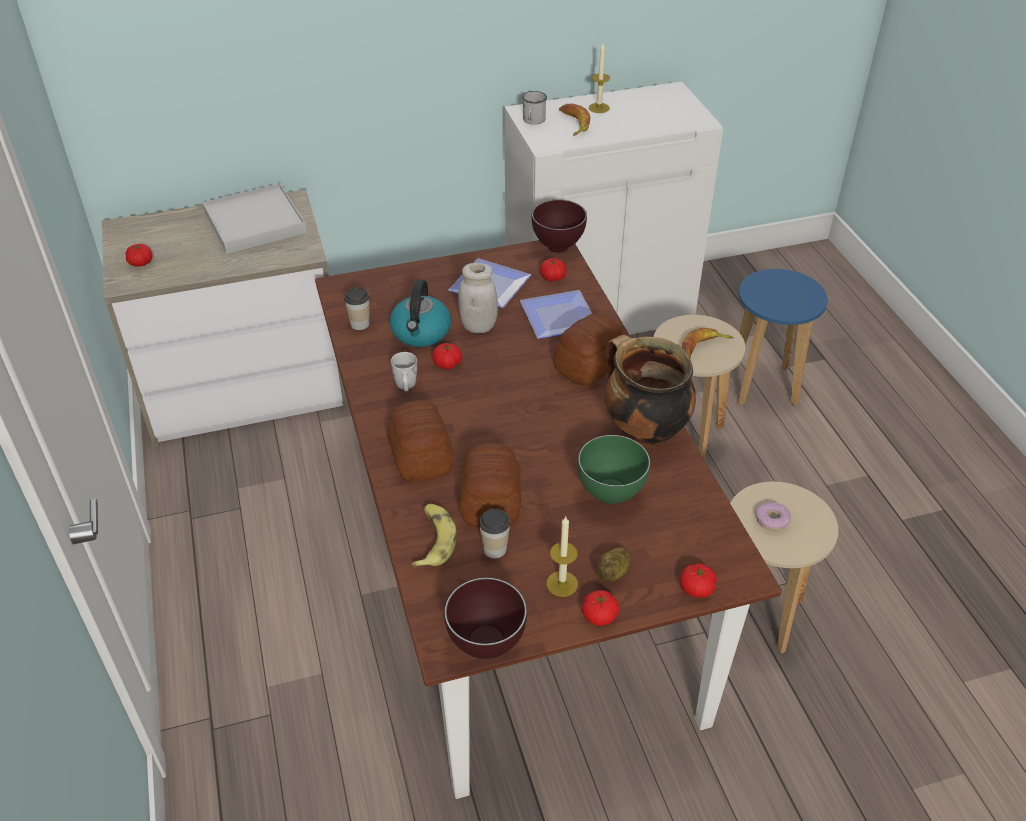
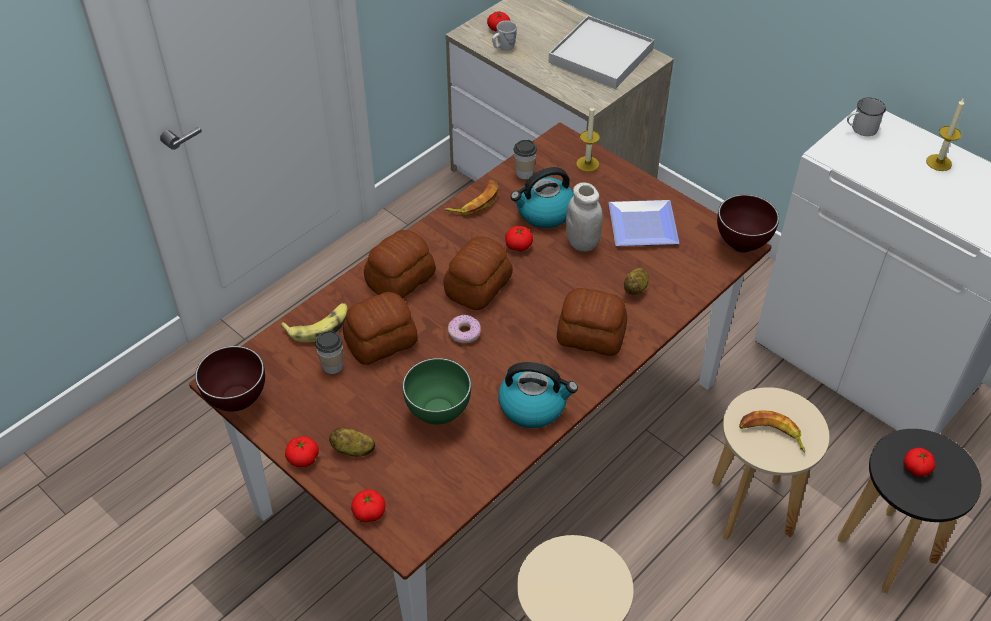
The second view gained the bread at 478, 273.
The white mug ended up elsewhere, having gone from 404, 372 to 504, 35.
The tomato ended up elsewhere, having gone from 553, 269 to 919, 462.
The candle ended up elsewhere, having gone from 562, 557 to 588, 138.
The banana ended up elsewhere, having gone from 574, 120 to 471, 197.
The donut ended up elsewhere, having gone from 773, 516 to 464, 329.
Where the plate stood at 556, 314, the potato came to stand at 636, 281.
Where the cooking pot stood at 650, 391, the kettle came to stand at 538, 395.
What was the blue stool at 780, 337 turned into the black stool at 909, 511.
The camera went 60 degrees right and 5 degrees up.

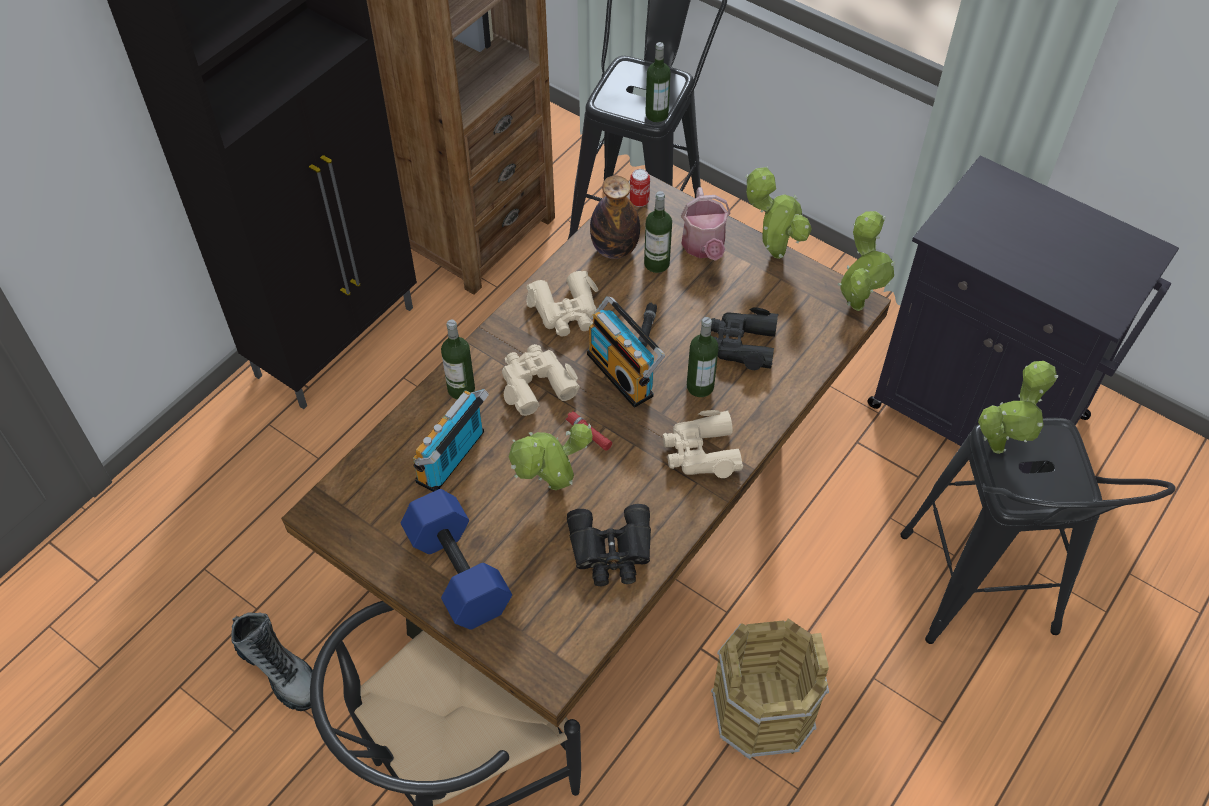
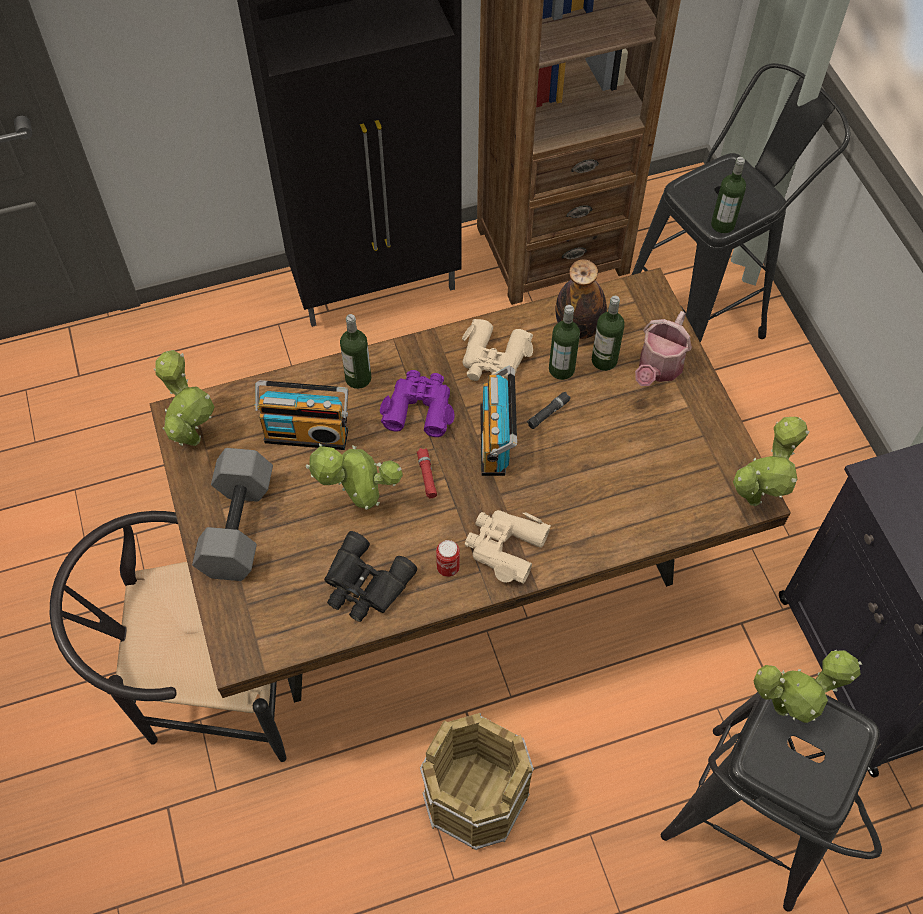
The second view lost the boot at 272, 661.
The second view lost the black binoculars at 745, 338.
The can ended up elsewhere, having gone from 640, 188 to 448, 558.
The bottle ended up elsewhere, having gone from 703, 357 to 564, 342.
The potted plant ended up elsewhere, having gone from 778, 212 to 184, 398.
What was the blue dumbbell at 456, 559 turned into the grey dumbbell at 232, 514.
What was the beige binoculars at 541, 380 turned into the purple binoculars at 417, 403.
The radio at 451, 440 ended up facing another way, 150 degrees counterclockwise from before.
The camera went 35 degrees right and 5 degrees up.

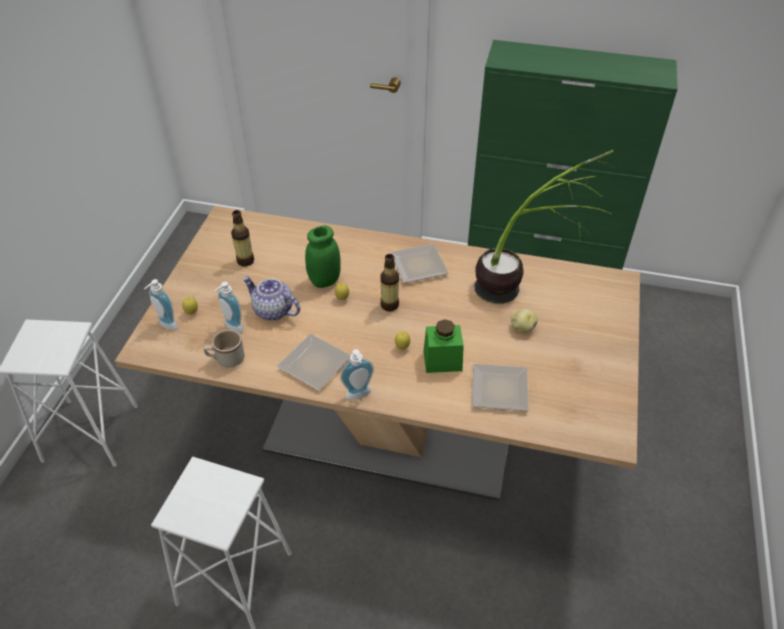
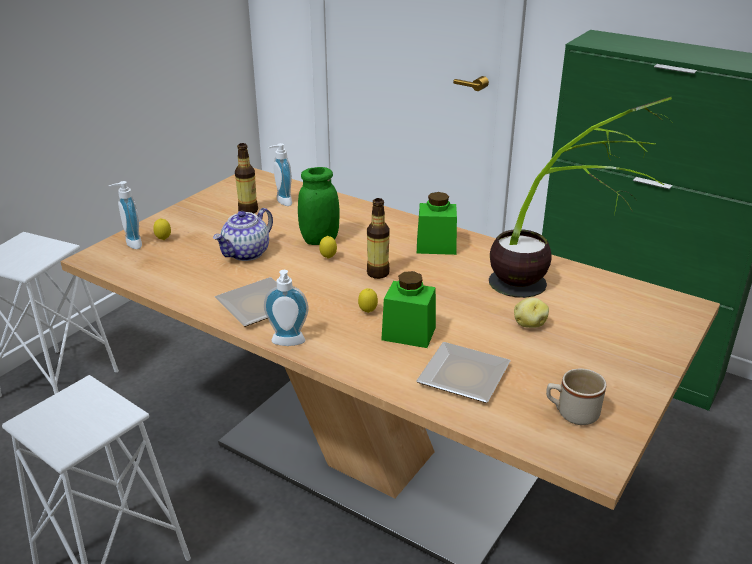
The beige mug ended up elsewhere, having gone from 224, 349 to 576, 397.
The soap dispenser ended up elsewhere, having gone from 229, 307 to 280, 174.
Where the plate stood at 419, 263, the green jar came to stand at 437, 223.
The teapot at 271, 298 ended up facing another way, 105 degrees counterclockwise from before.
The camera went 20 degrees right and 15 degrees down.

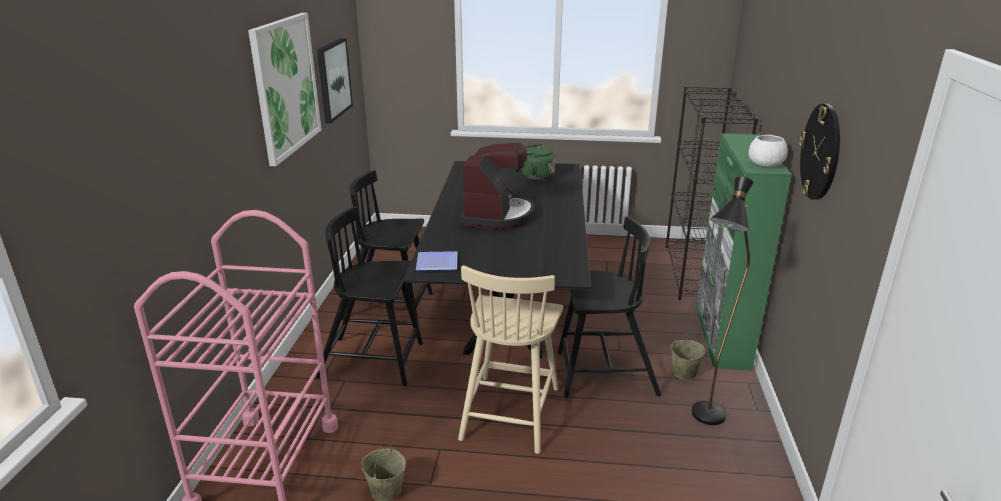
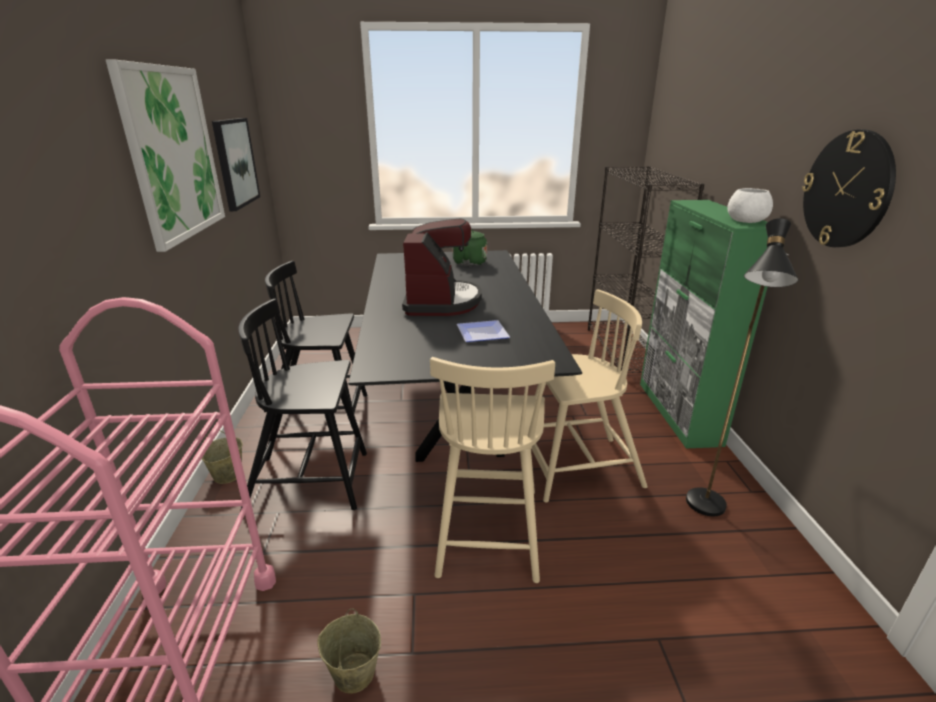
The plate ended up elsewhere, having gone from 436, 261 to 483, 331.
The beige bucket ended up elsewhere, having gone from 688, 356 to 222, 457.
What was the black chair at 609, 307 turned into the beige chair at 590, 396.
The camera went 10 degrees left and 0 degrees up.

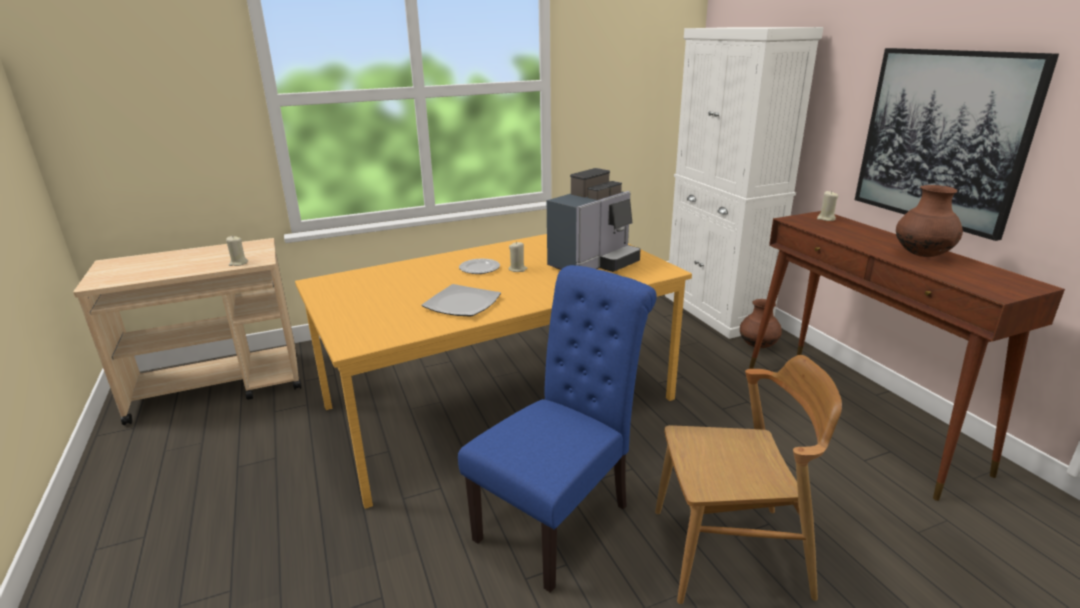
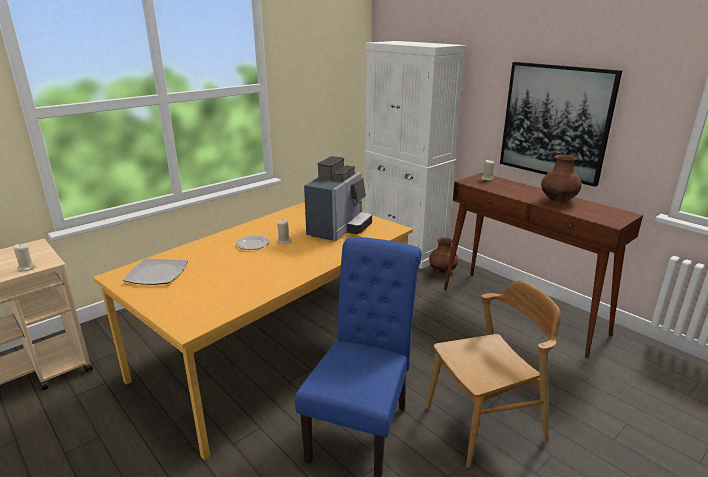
The plate ended up elsewhere, having gone from 461, 300 to 155, 271.
The camera went 20 degrees left and 0 degrees up.

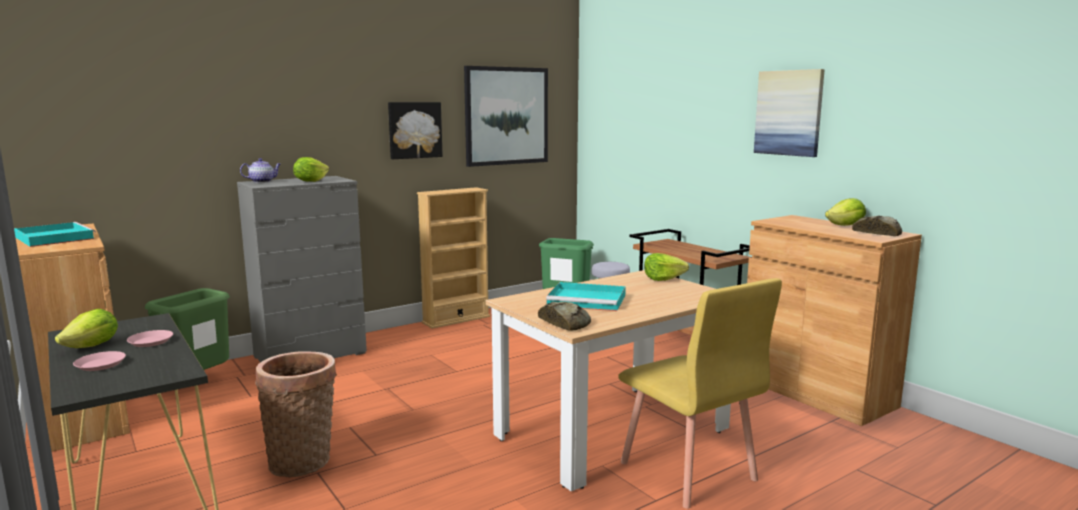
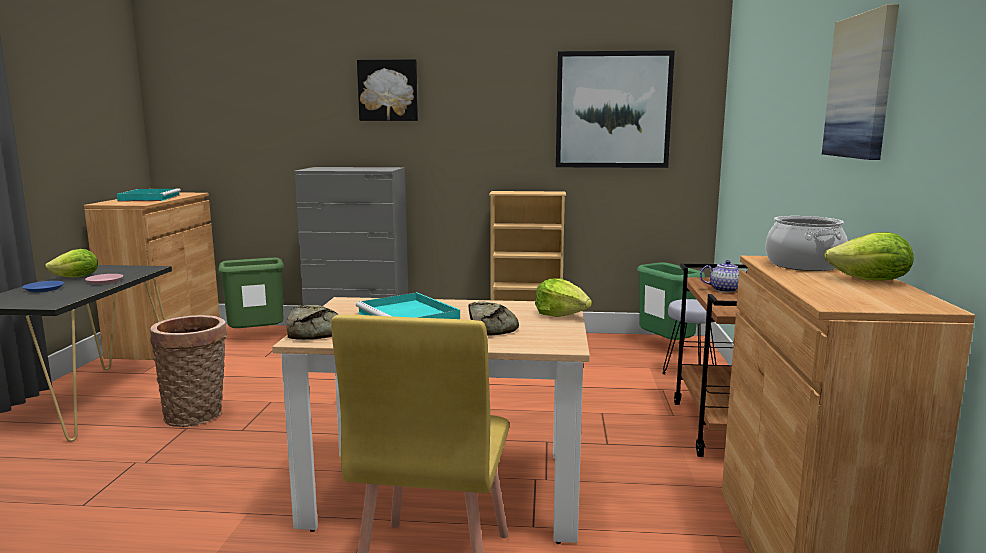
The second view lost the lettuce at 311, 169.
The second view gained the cooking pot at 806, 243.
The teapot ended up elsewhere, having gone from 260, 170 to 723, 276.
The picture ended up elsewhere, having gone from 415, 130 to 387, 90.
The bread ended up elsewhere, having gone from 877, 226 to 493, 318.
What was the pink plate at 99, 361 turned into the blue plate at 43, 286.
The camera went 40 degrees right and 0 degrees up.

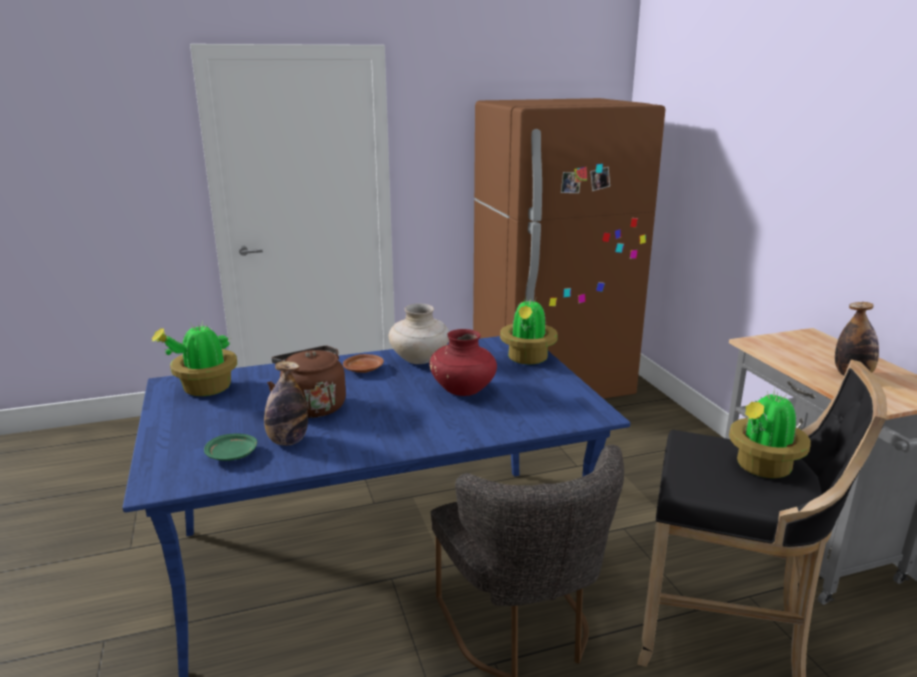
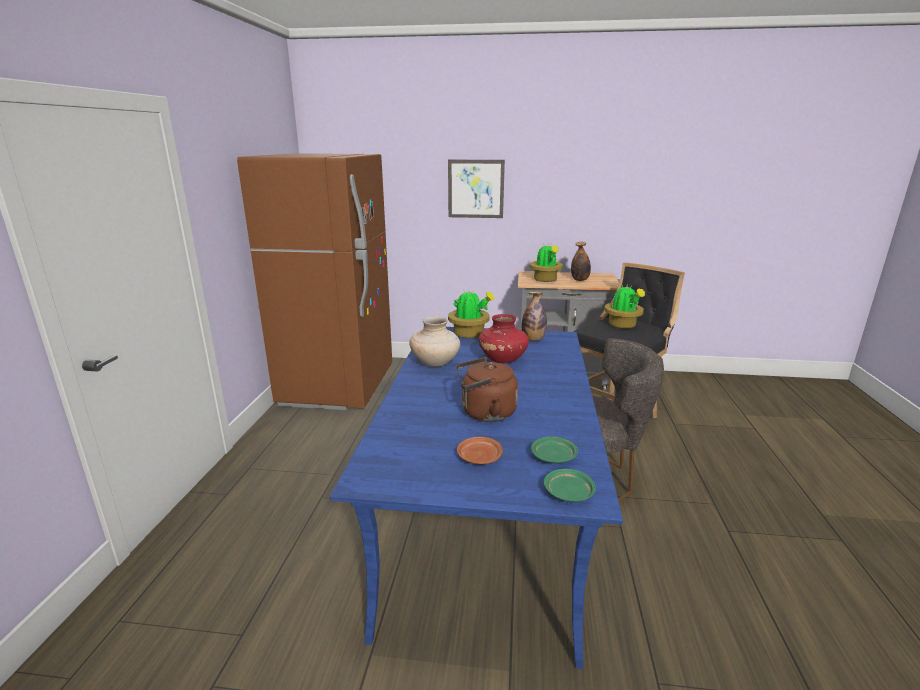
The second view gained the picture at 476, 189.
The second view gained the green plate at 570, 485.
The potted plant ended up elsewhere, having gone from 194, 357 to 546, 262.
The bottle ended up elsewhere, having gone from 286, 403 to 534, 316.
The brown plate ended up elsewhere, having gone from 363, 363 to 480, 450.
The camera went 65 degrees left and 0 degrees up.

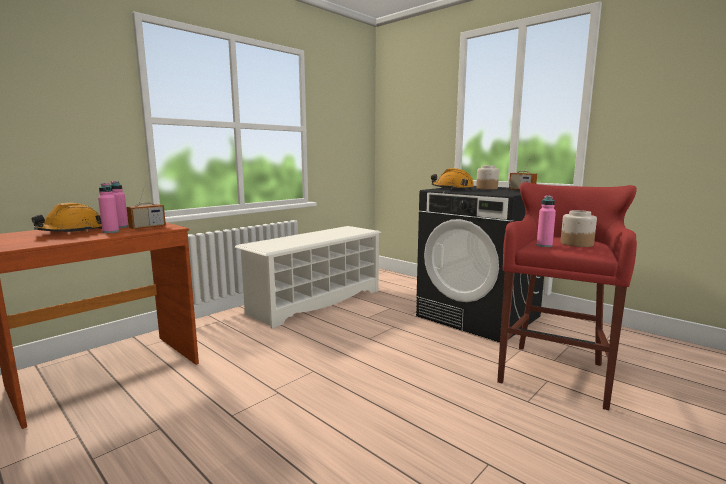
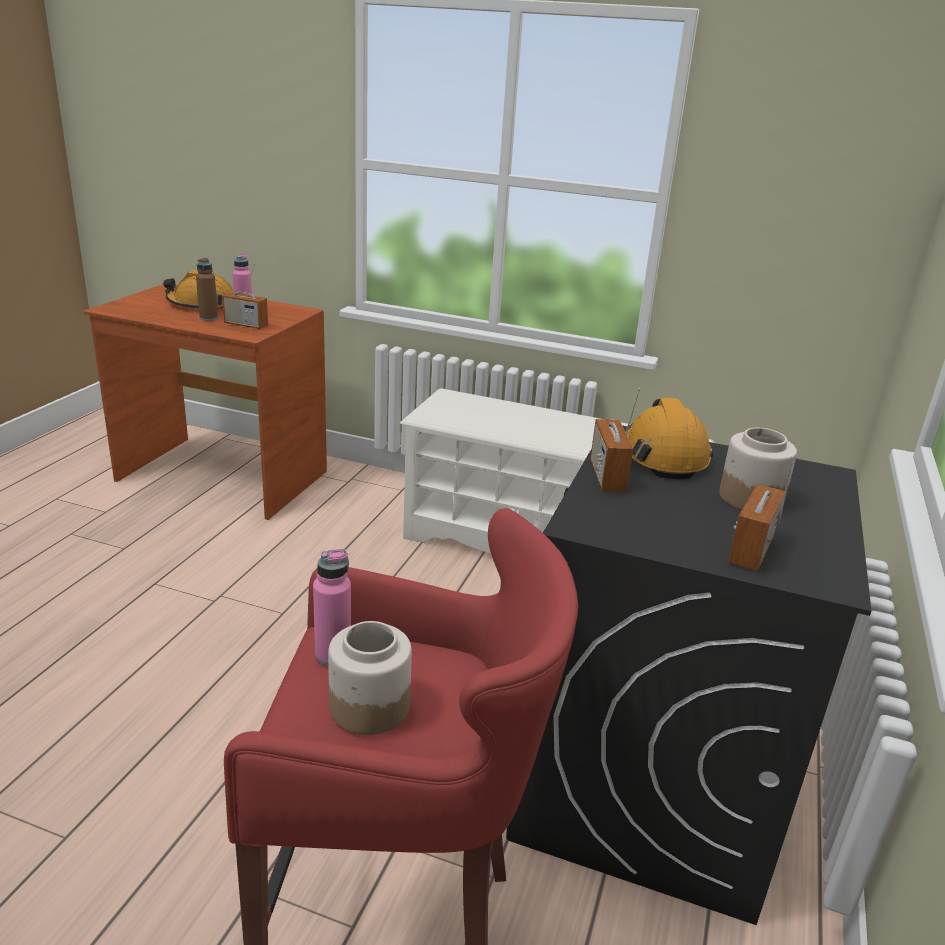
The second view gained the radio at 615, 439.
What was the pink bottle at 108, 208 turned into the brown bottle at 207, 289.
The camera went 65 degrees right and 15 degrees up.

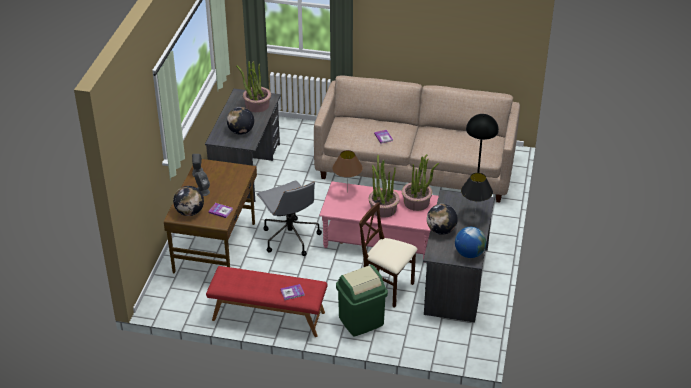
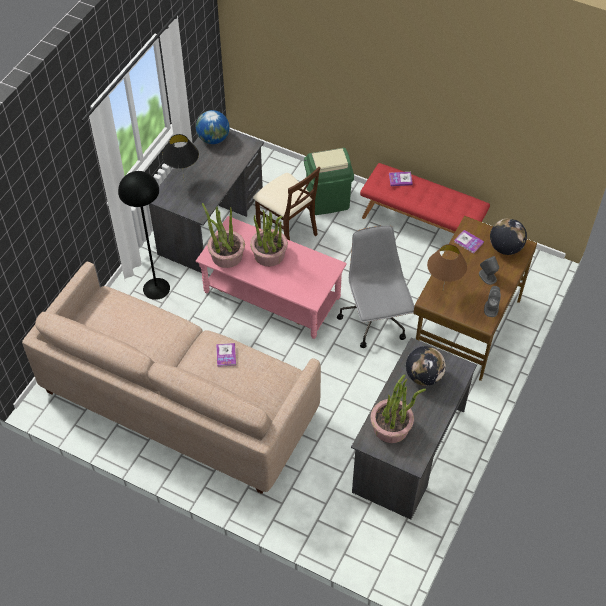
The second view lost the globe at 442, 219.
The brown table lamp ended up elsewhere, having gone from 348, 171 to 447, 266.
The camera went 165 degrees left and 15 degrees up.

